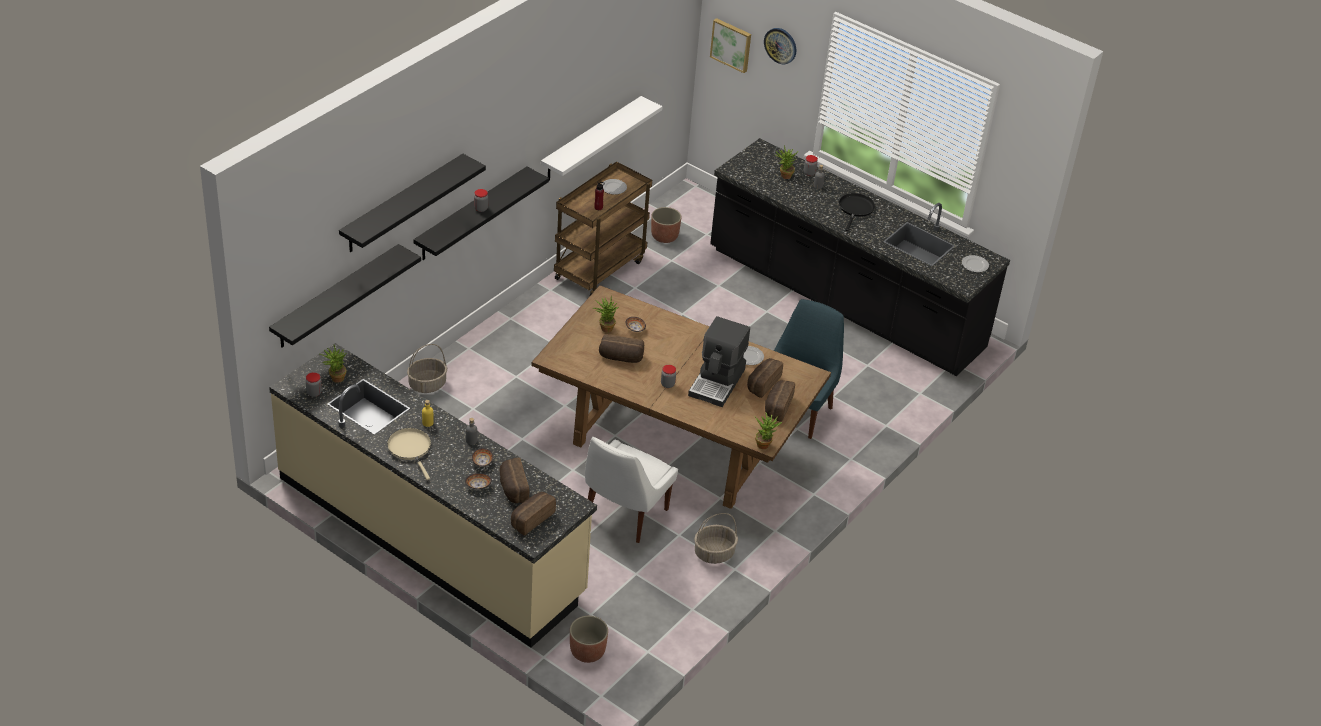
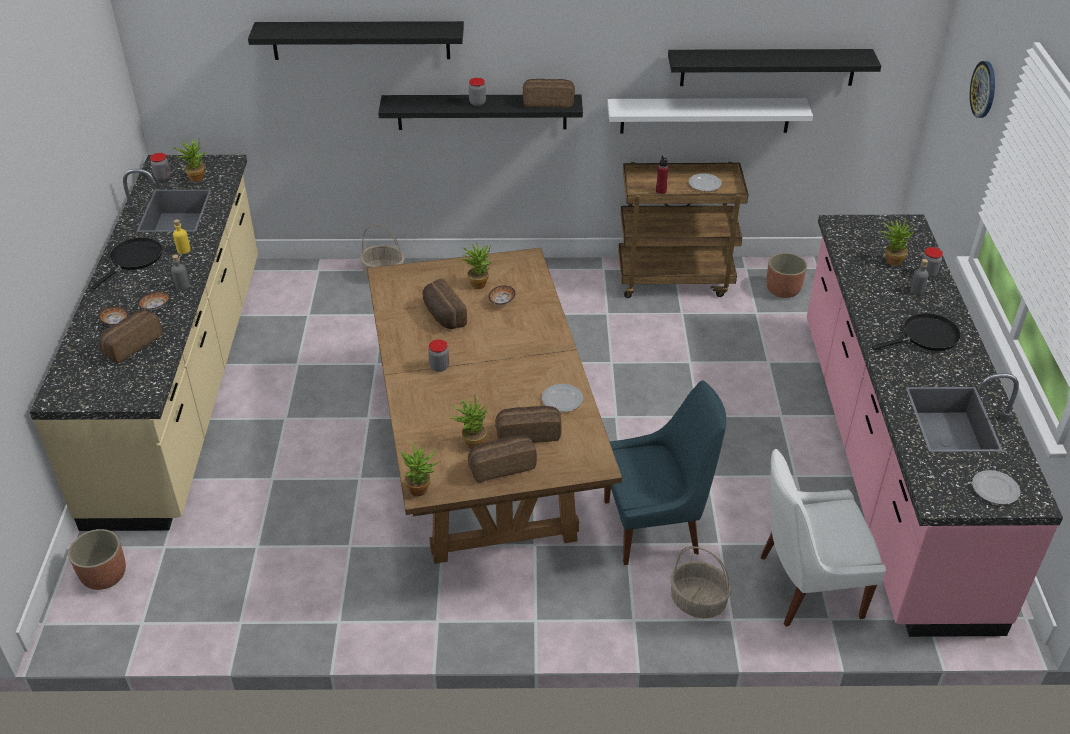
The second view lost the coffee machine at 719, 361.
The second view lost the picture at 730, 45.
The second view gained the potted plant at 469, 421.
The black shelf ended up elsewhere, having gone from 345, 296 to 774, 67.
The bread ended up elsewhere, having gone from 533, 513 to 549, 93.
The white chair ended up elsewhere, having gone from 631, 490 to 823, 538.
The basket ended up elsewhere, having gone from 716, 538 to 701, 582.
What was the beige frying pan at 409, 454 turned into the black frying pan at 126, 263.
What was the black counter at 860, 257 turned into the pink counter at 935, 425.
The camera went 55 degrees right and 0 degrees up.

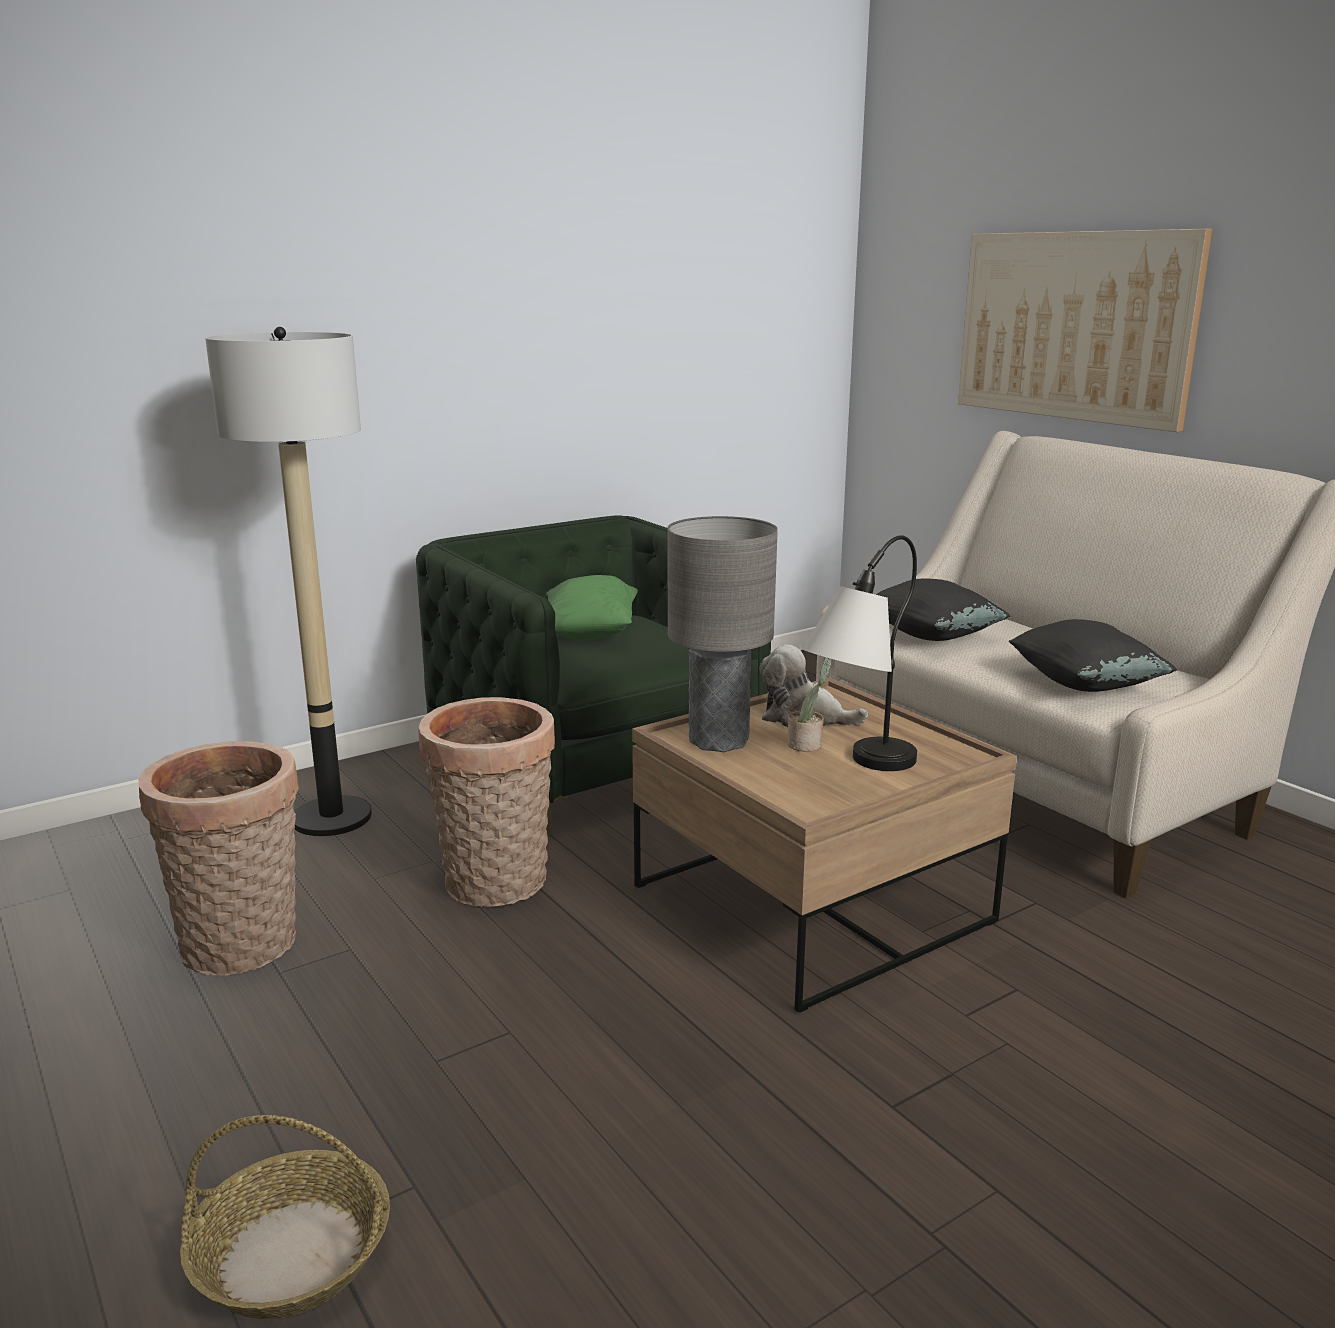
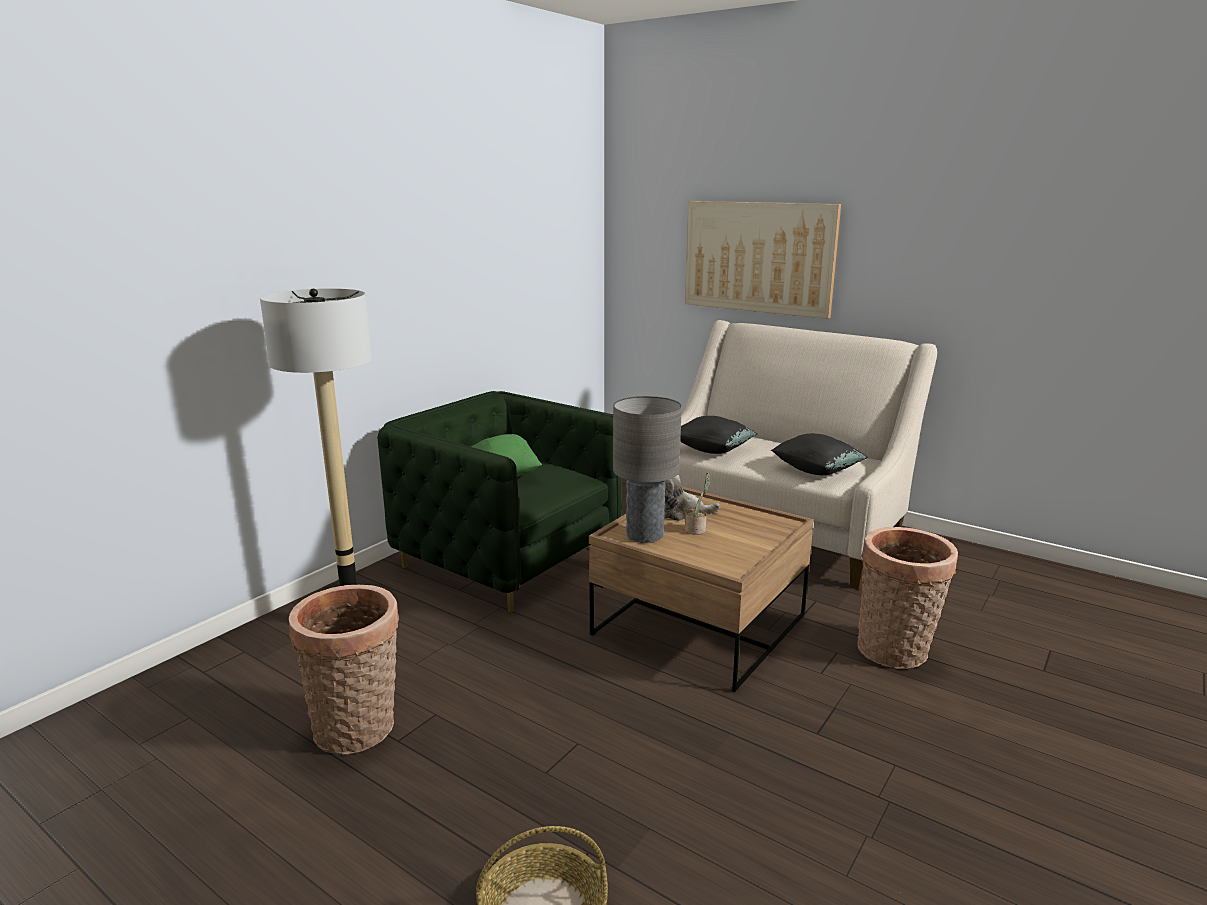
The second view lost the table lamp at 859, 653.
The basket ended up elsewhere, having gone from 486, 802 to 908, 598.
The camera went 20 degrees left and 0 degrees up.

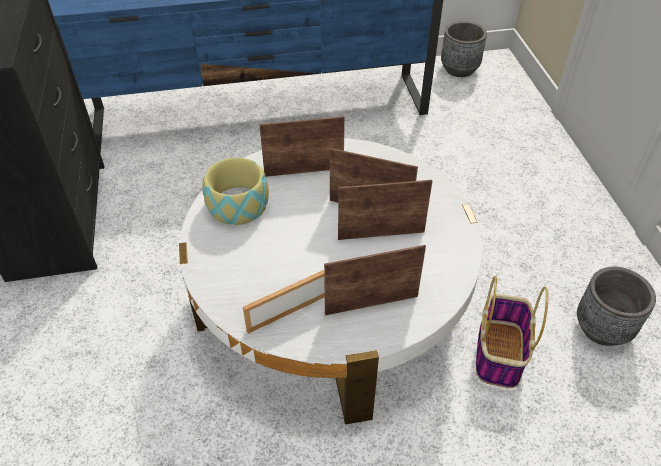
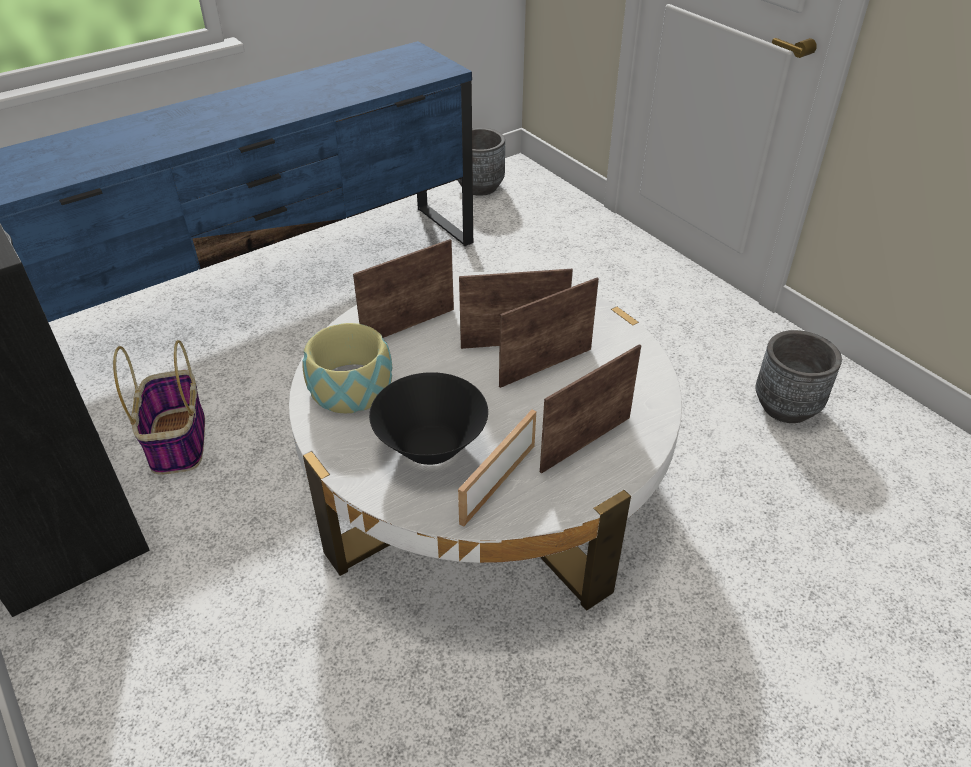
The second view gained the black bowl at 428, 418.
The basket ended up elsewhere, having gone from 512, 332 to 159, 407.
The camera went 25 degrees left and 5 degrees down.

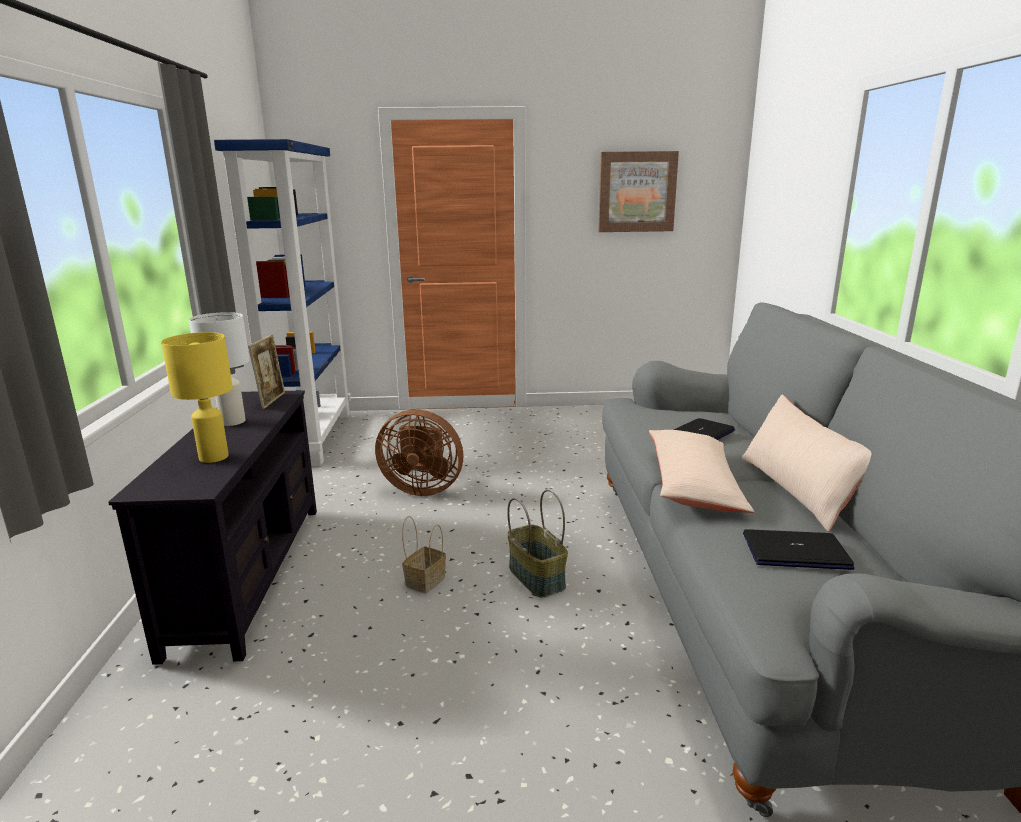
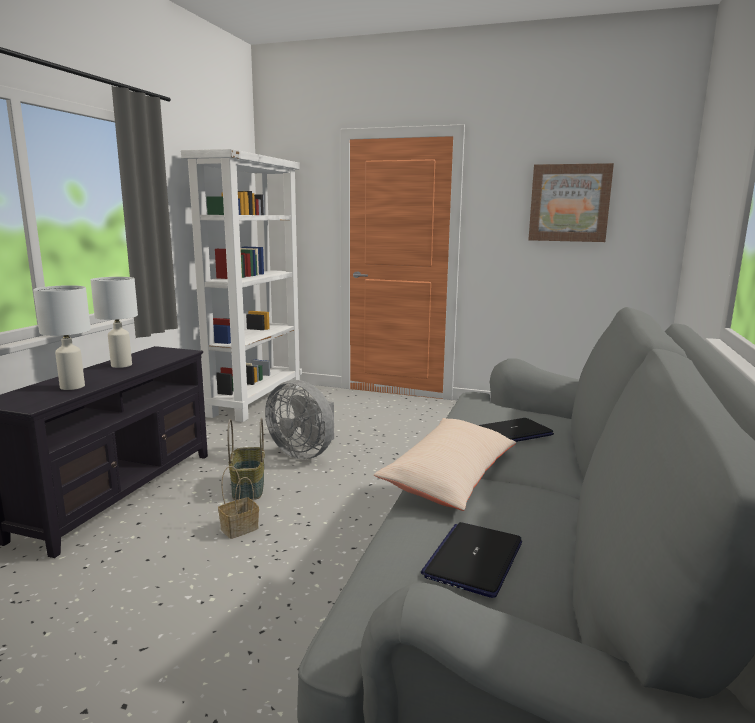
The second view lost the picture frame at 266, 371.
The second view lost the beige pillow at 806, 463.
The basket ended up elsewhere, having gone from 537, 543 to 246, 459.
What was the yellow table lamp at 197, 397 turned into the white table lamp at 62, 337.
What was the blue bookcase at 282, 302 turned into the white bookcase at 241, 285.
What was the brown fan at 419, 452 turned into the grey fan at 299, 419.
The laptop at 799, 549 ended up facing another way, 90 degrees counterclockwise from before.
The camera went 20 degrees right and 5 degrees down.

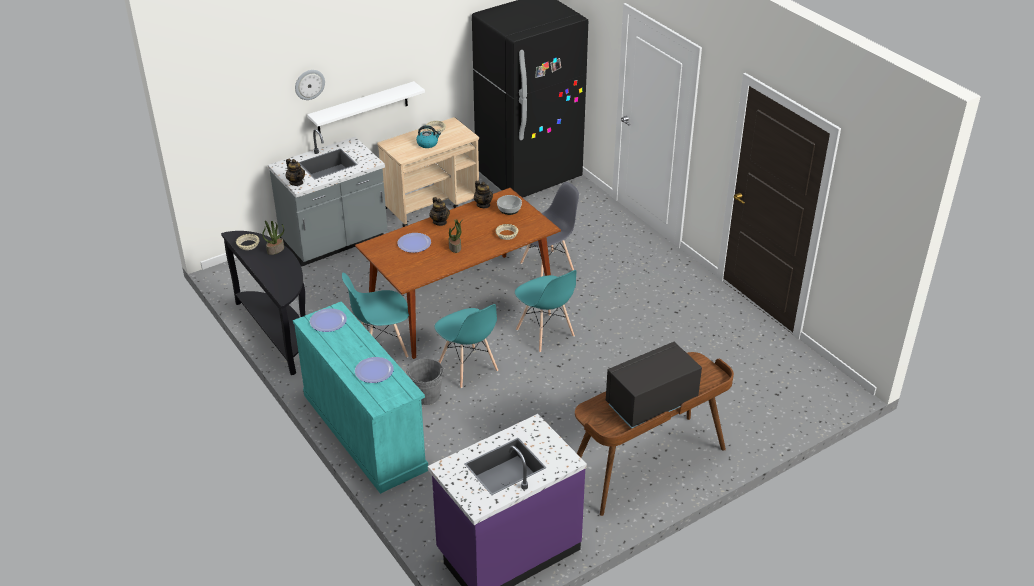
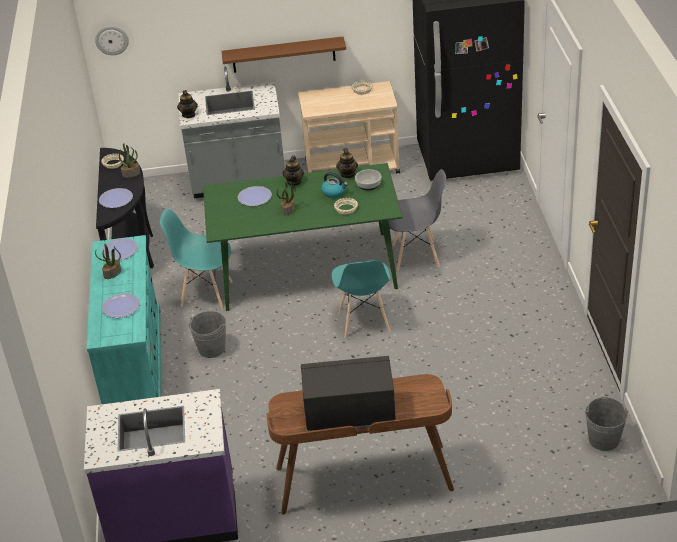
The second view lost the turquoise chair at 466, 346.
The second view gained the potted plant at 108, 261.
The second view gained the plate at 116, 198.
The second view gained the grey bucket at 606, 423.
The wall clock ended up elsewhere, having gone from 310, 85 to 112, 40.
The kettle ended up elsewhere, having gone from 428, 136 to 334, 185.
What was the white shelf at 366, 107 turned into the brown shelf at 283, 54.
What was the brown dining table at 458, 273 turned into the green dining table at 302, 237.
The camera went 30 degrees right and 0 degrees up.

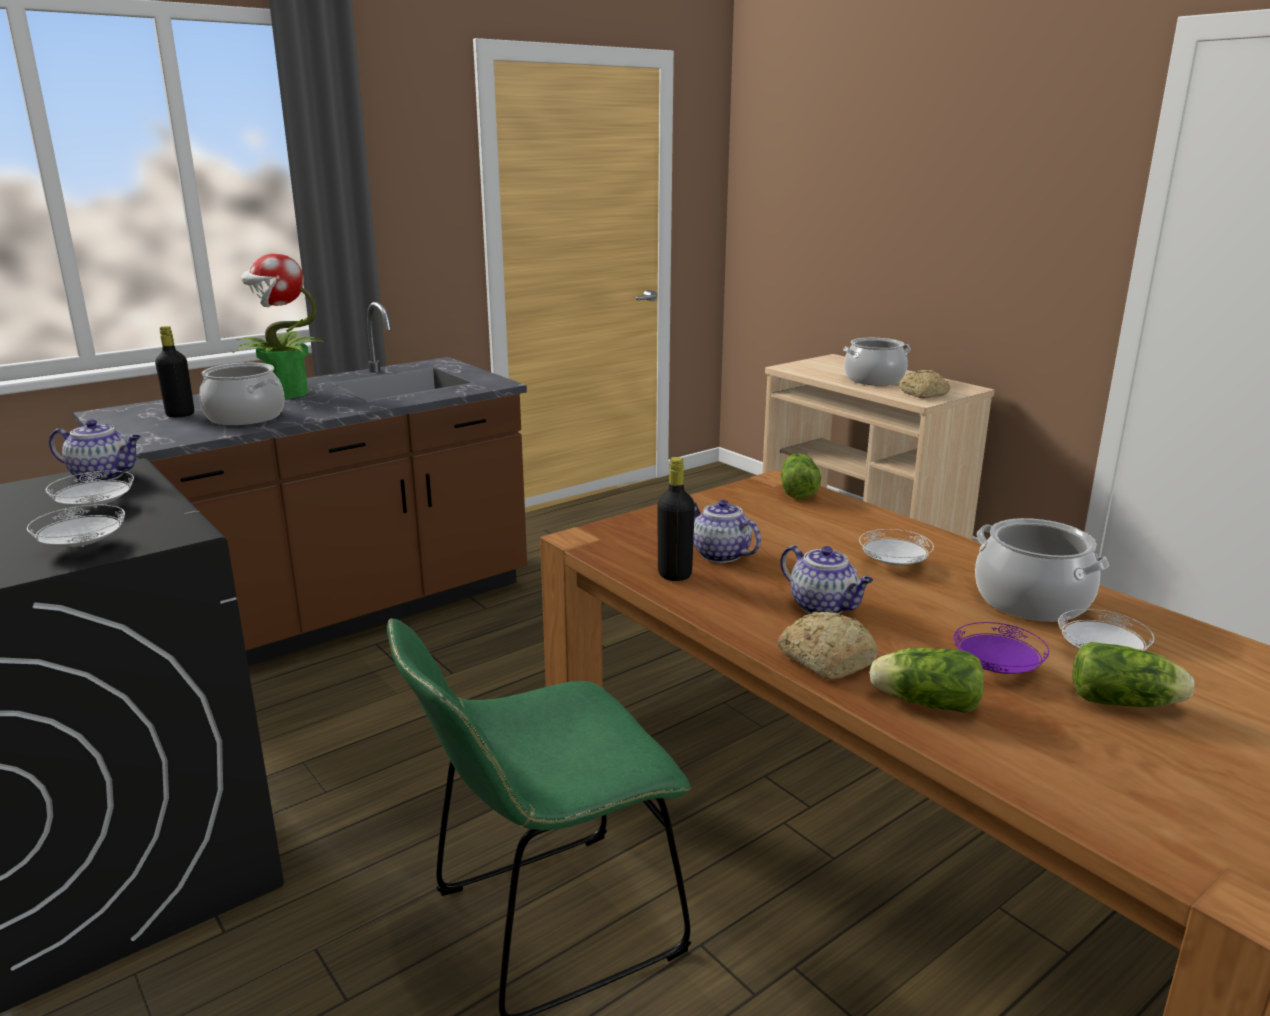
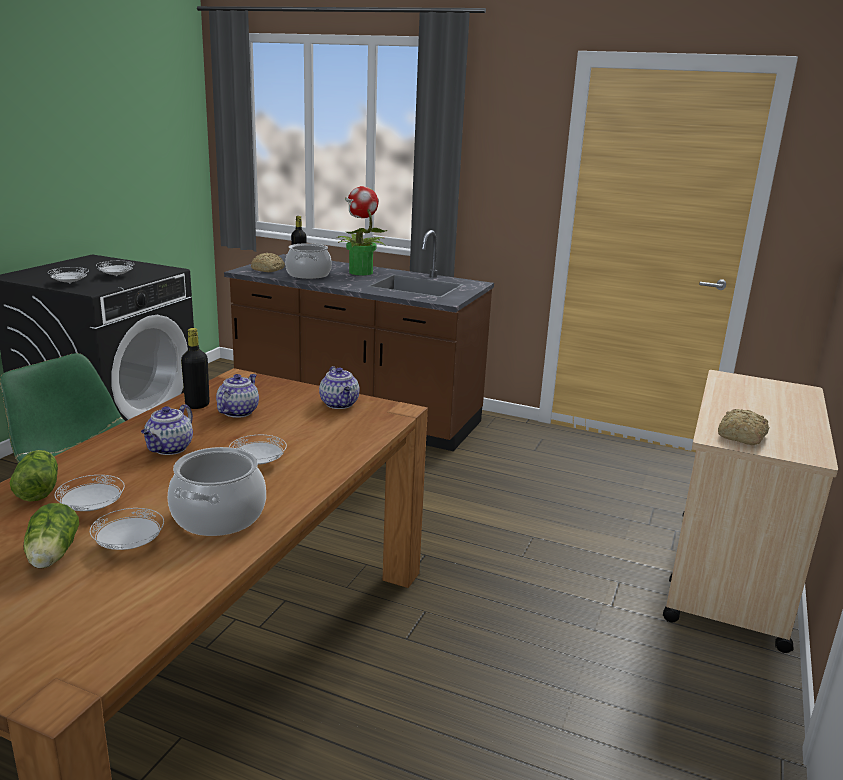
The second view lost the lettuce at 801, 476.
The second view lost the cooking pot at 877, 361.
The teapot ended up elsewhere, having gone from 95, 451 to 339, 387.
The bread ended up elsewhere, having gone from 828, 645 to 268, 262.
What was the purple plate at 1001, 648 turned into the white plate at 90, 493.
The camera went 60 degrees right and 0 degrees up.

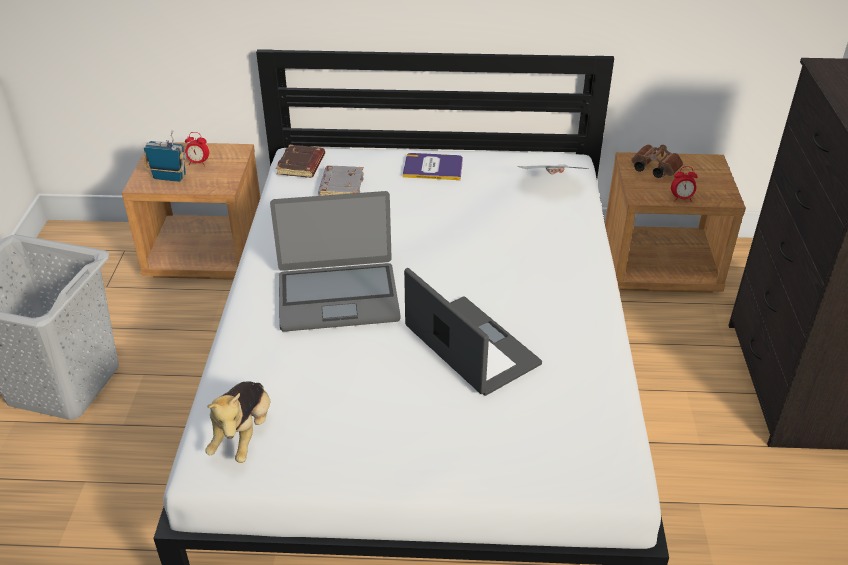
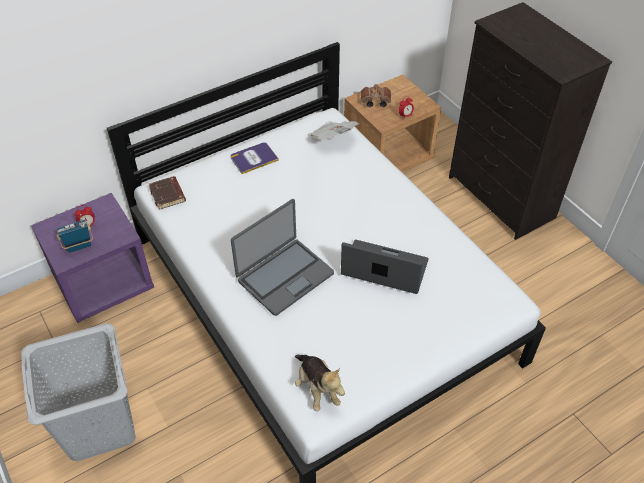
The second view lost the grey book at 341, 181.
What was the brown nightstand at 191, 211 turned into the purple nightstand at 92, 258.
The camera went 35 degrees left and 10 degrees up.

